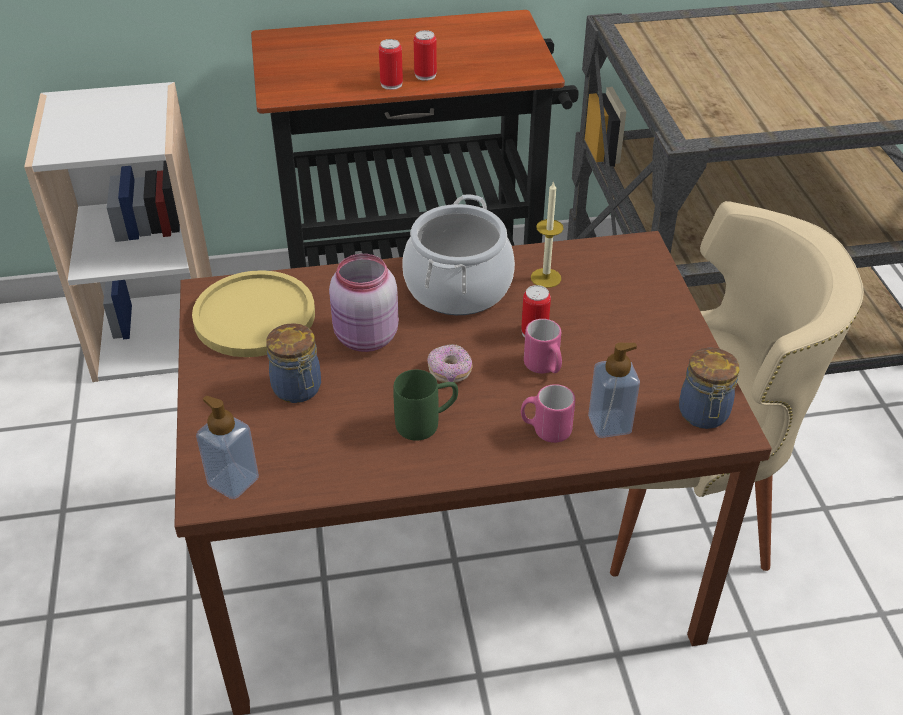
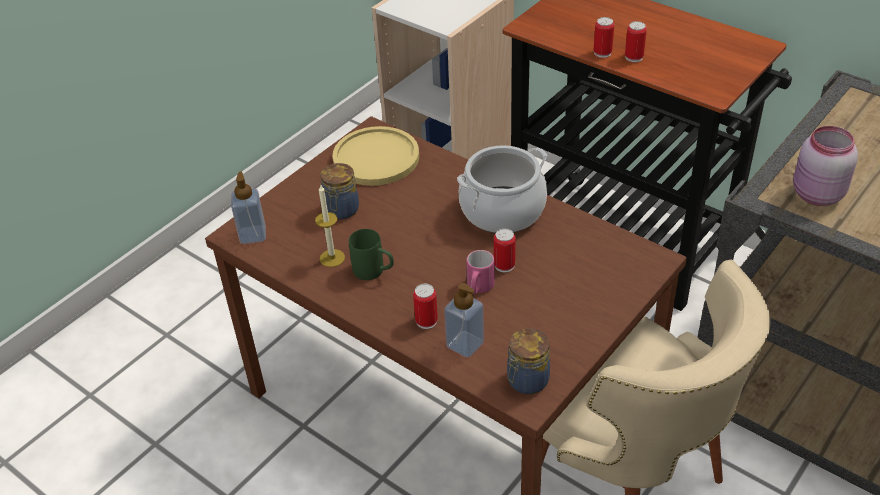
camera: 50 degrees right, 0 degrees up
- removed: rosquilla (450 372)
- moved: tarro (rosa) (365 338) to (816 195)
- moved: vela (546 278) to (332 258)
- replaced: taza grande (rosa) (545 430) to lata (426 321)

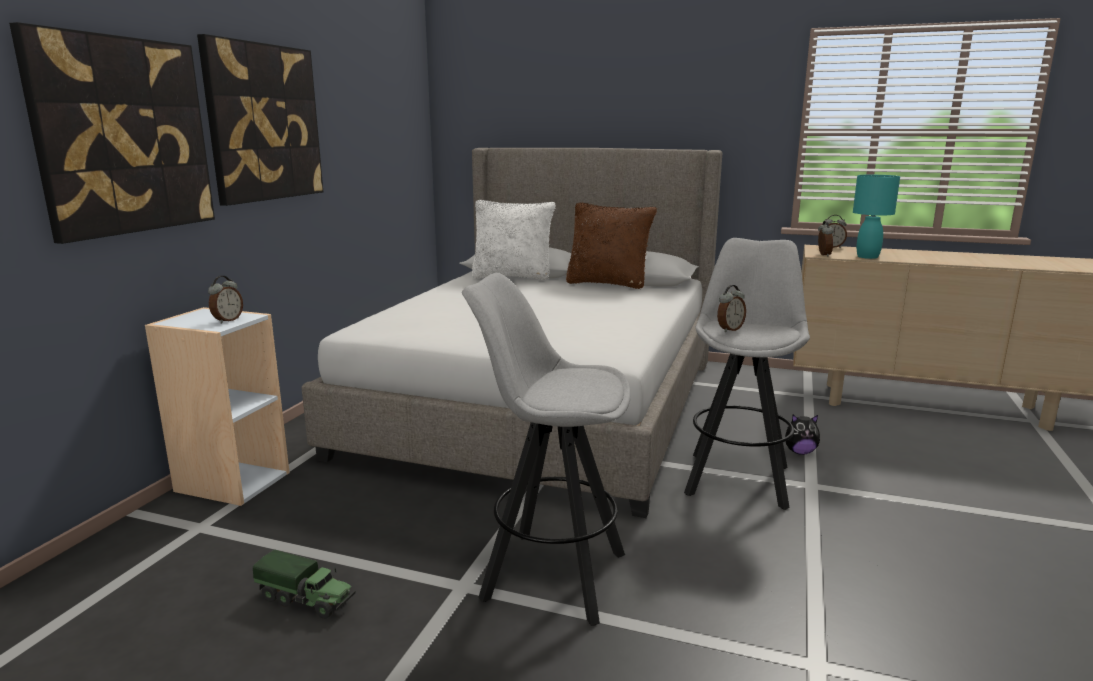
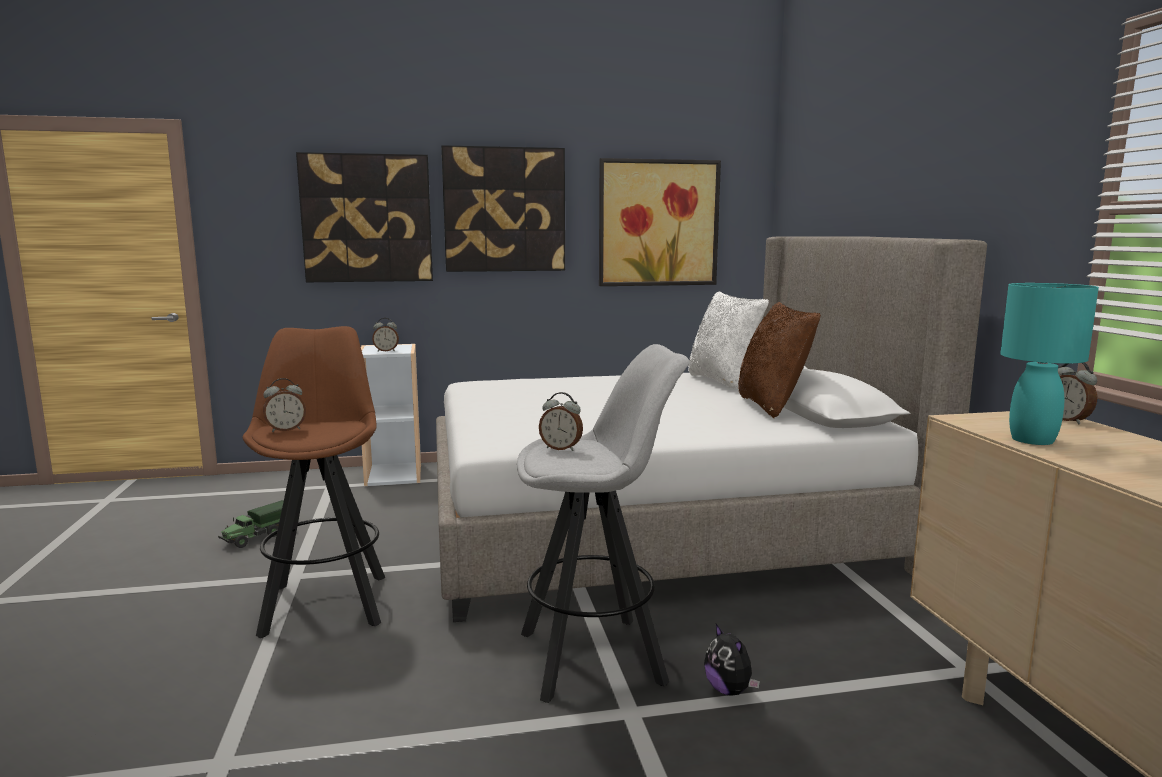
camera: 60 degrees right, 5 degrees down
- added: cuadro (658 223)
- moved: despertador (823 255) to (286 430)
- recoloured: taburete (gris) (550 574) to taburete (marrón) (327 602)
- turned: camión de juguete (306 600) = (258 537) 45 degrees clockwise

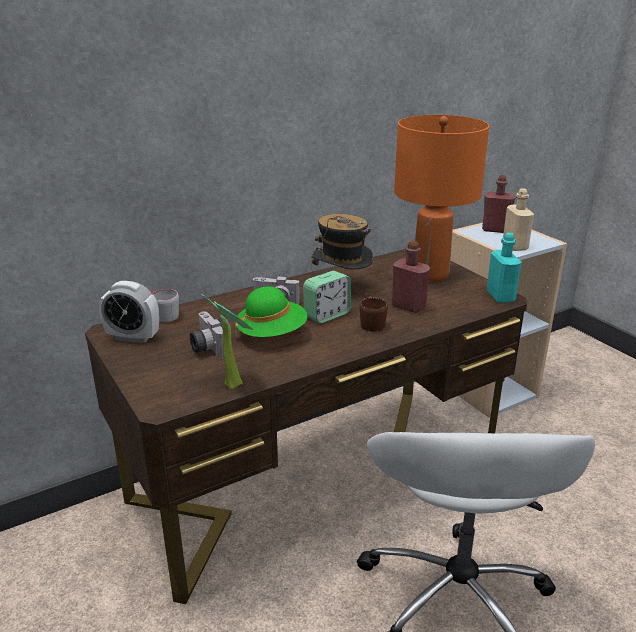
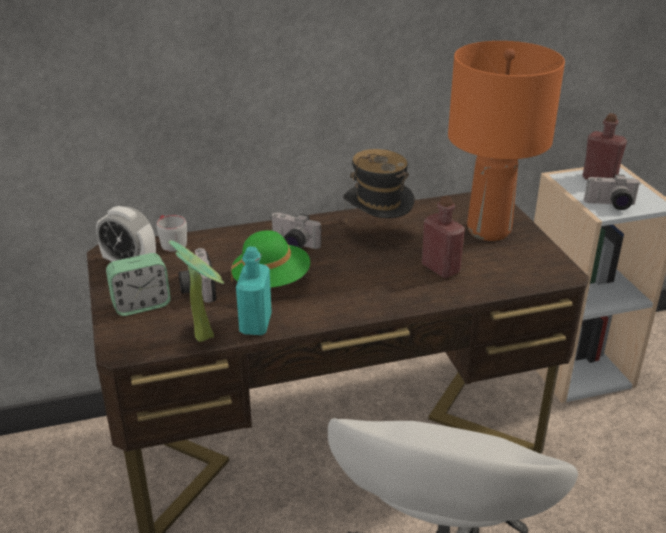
camera: 15 degrees right, 5 degrees up
- removed: taza grande (marrón) (371 323)
- moved: despertador (327 315) to (141 305)
- moved: botella (turquesa) (500 296) to (255 324)
- replaced: botella (beis) (515 246) to cámara (610 205)

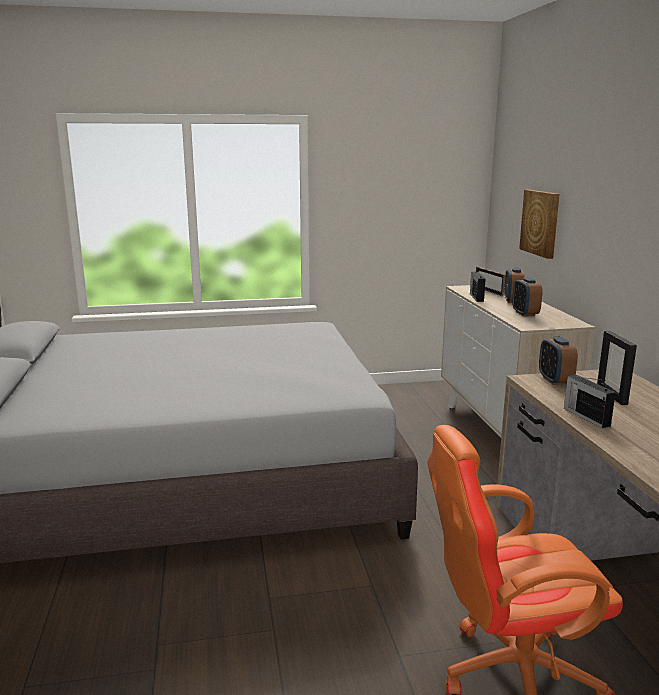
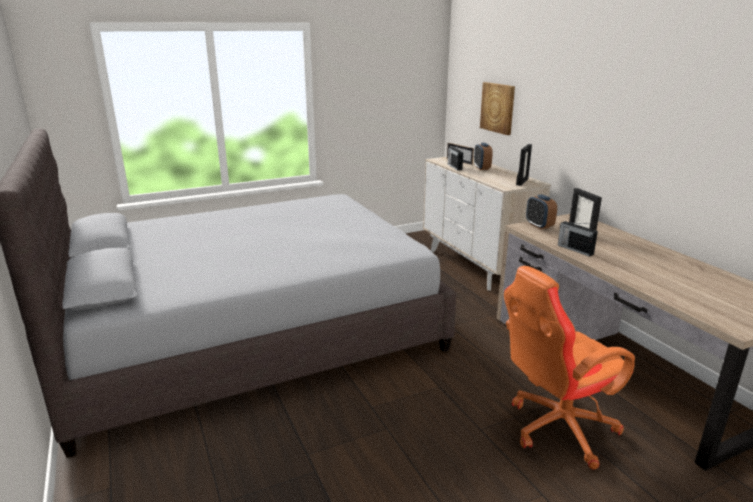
camera: 15 degrees left, 5 degrees up
- removed: despertador (525 313)
- added: portarretratos (522 182)

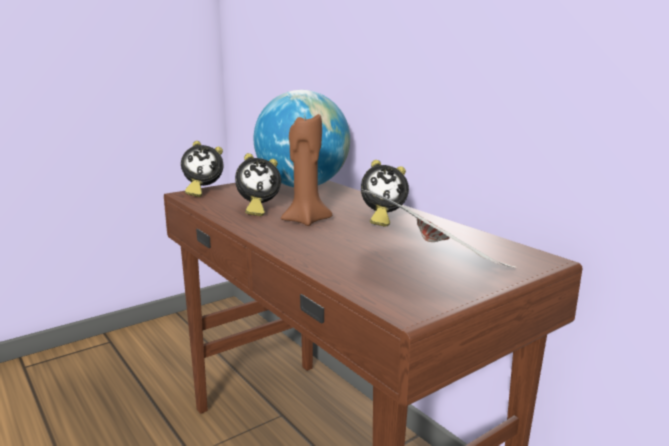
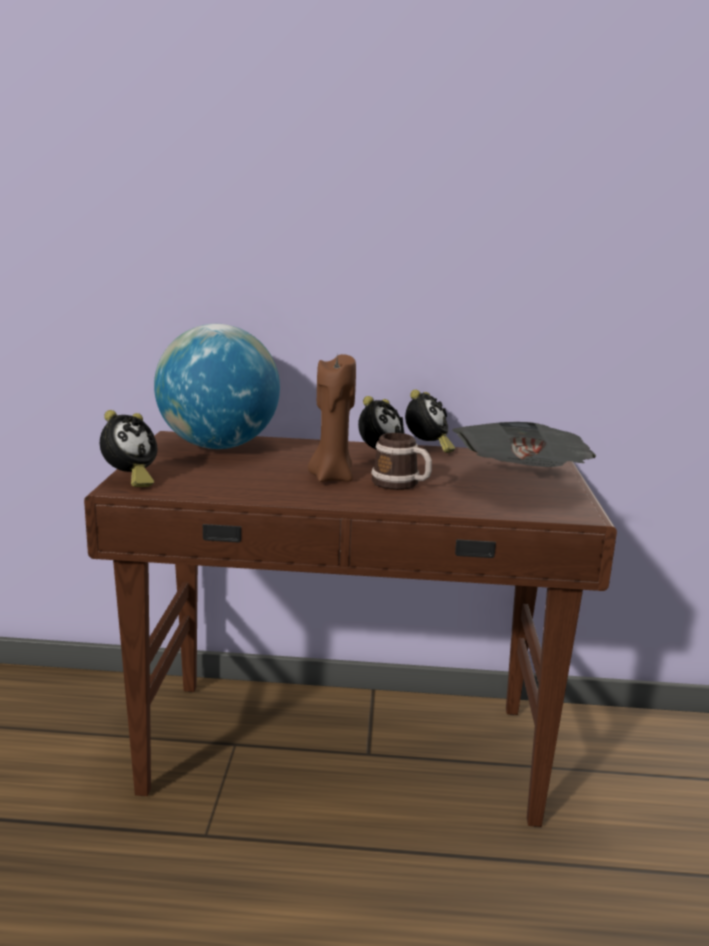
camera: 50 degrees left, 0 degrees up
- added: taza grande (401 484)
- moved: despertador (257 209) to (427 448)

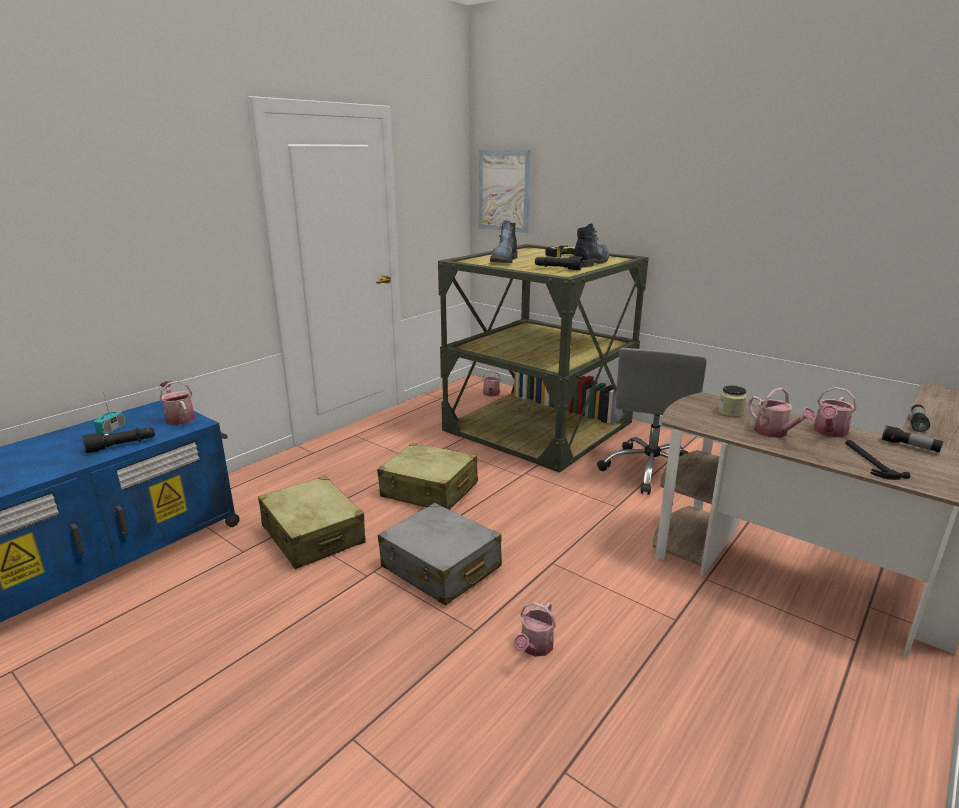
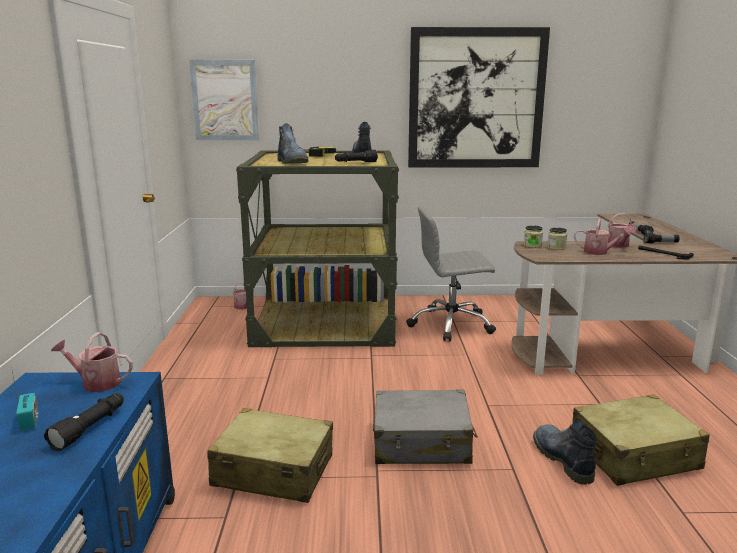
camera: 40 degrees left, 5 degrees down
- added: cuadro (476 99)
- added: tarro (532 245)
- moved: maleta (beis) (429 490) to (634 455)
- replaced: regadera (534 647) to bota (561 458)
- turned: silla de oficina (gris) (650 470) = (450 325) 105 degrees clockwise

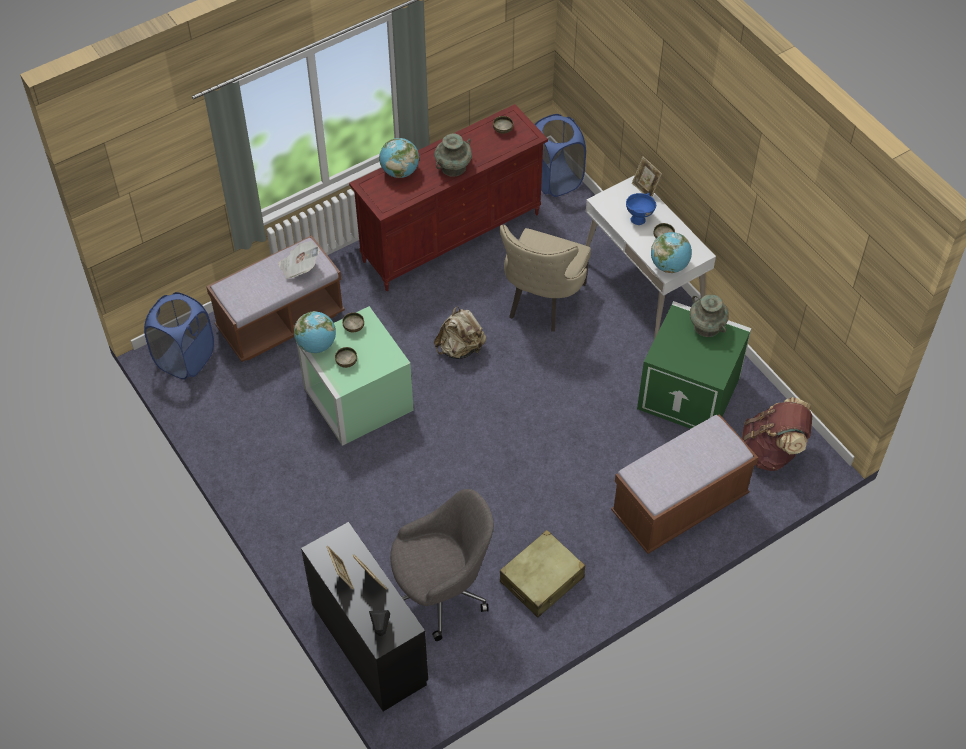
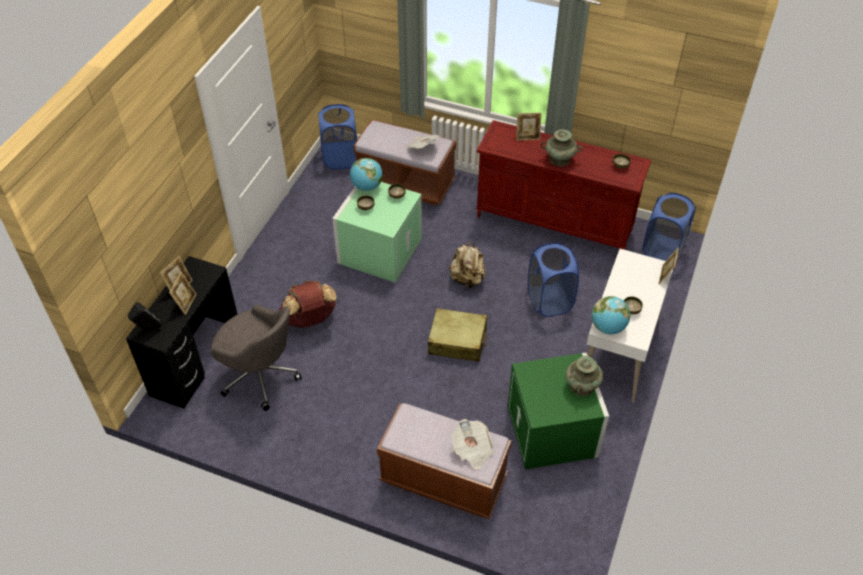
camera: 55 degrees right, 5 degrees down
- removed: cuenco (azul) (639 218)
- added: periódico (472 450)
- moved: maleta (beis) (542 580) to (457 341)
- moved: mochila (marrón) (772 451) to (310 319)
- replaced: globo terráqueo (400 171) to portarretratos (527 137)
- replaced: silla (beis) (542 301) to cesto de la ropa (azul) (549 300)

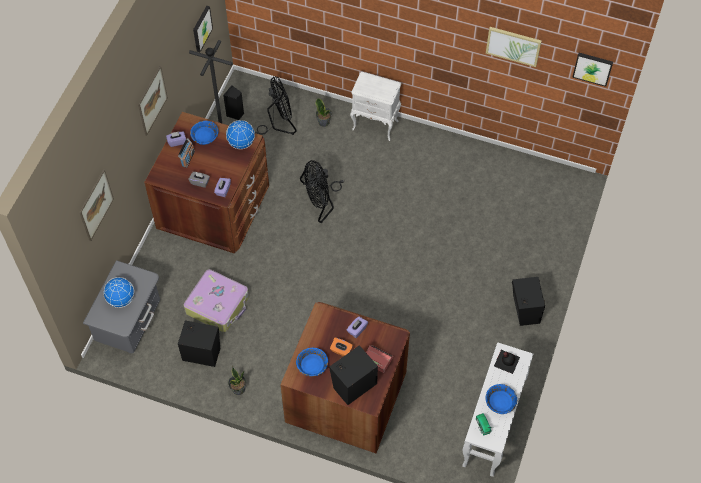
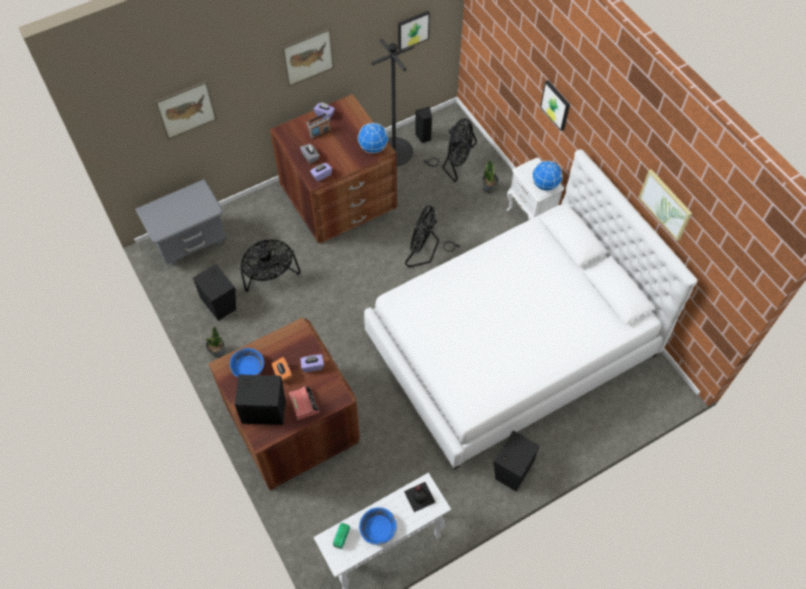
camera: 40 degrees right, 0 degrees up
- removed: cuenco (azul) (205 136)
- added: cama (blanco) (512 344)
- moved: globo terráqueo (121 299) to (545 185)
- moved: cuadro (593 68) to (556 105)
- replaced: maleta (218 305) to ventilador (negro) (267 274)

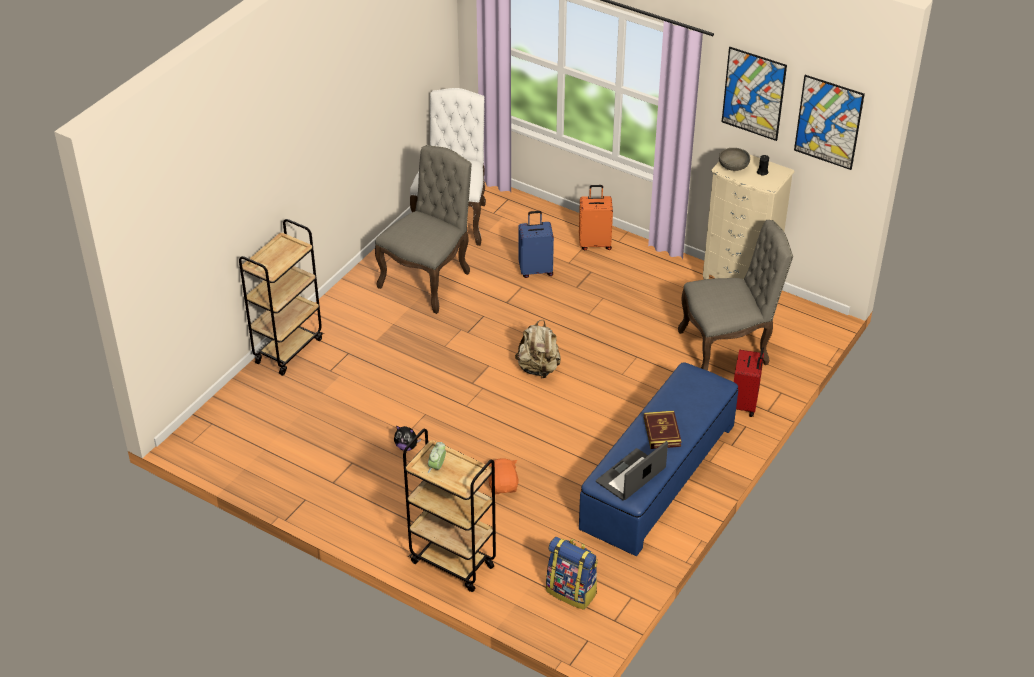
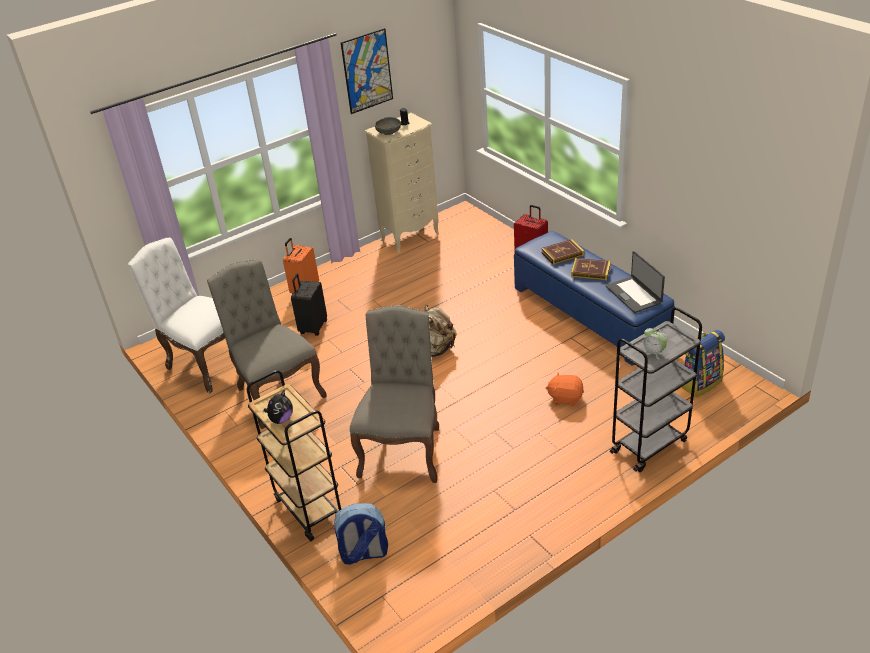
camera: 65 degrees left, 5 degrees down
- removed: cuadro (828 122)
- added: mochila (363 554)
- added: libro (562 254)
- moved: peluche (406 447) to (281 419)
- moved: silla (gris) (726 350) to (404 451)
- recoloured: carrito (marrón) (451 565) to carrito (gris) (649 447)
- recoloured: maleta (azul) (536 270) to maleta (negro) (312 328)

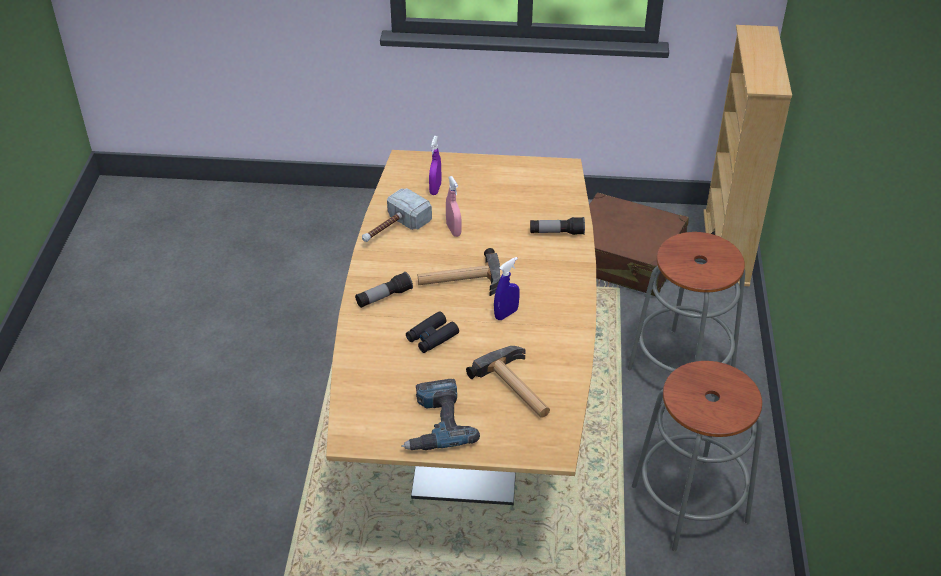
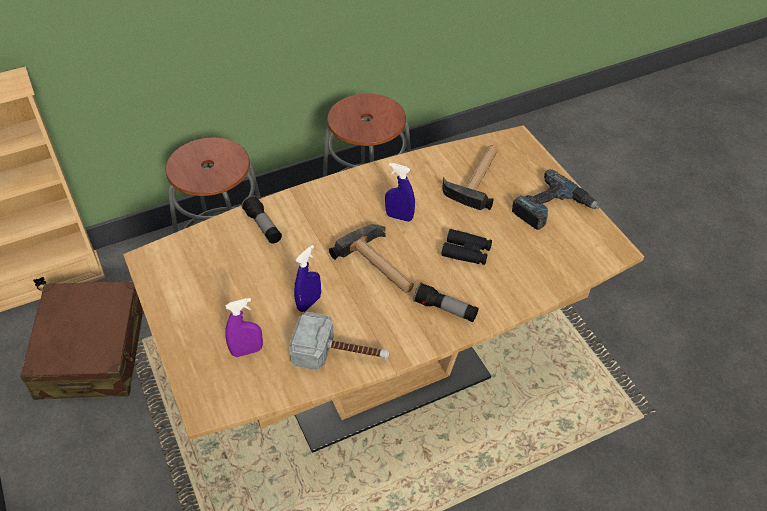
camera: 120 degrees left, 5 degrees up
- recoloured: pulverizador (rosa) (453 230) to pulverizador (azul) (309 303)

